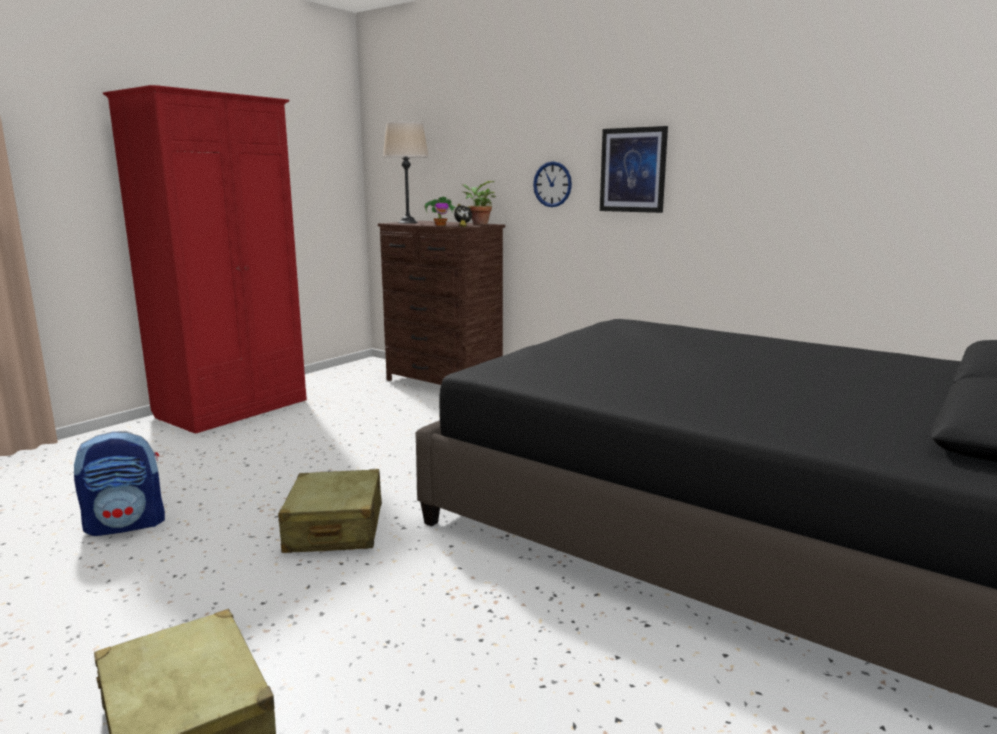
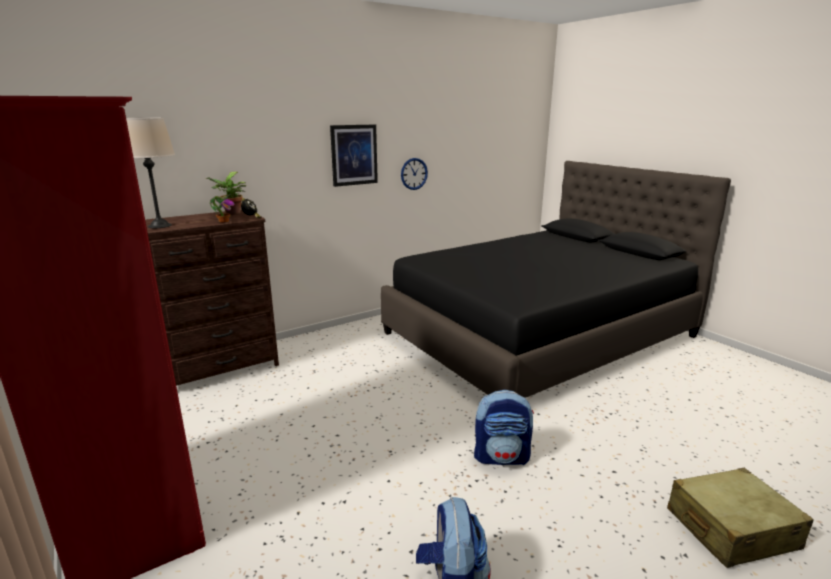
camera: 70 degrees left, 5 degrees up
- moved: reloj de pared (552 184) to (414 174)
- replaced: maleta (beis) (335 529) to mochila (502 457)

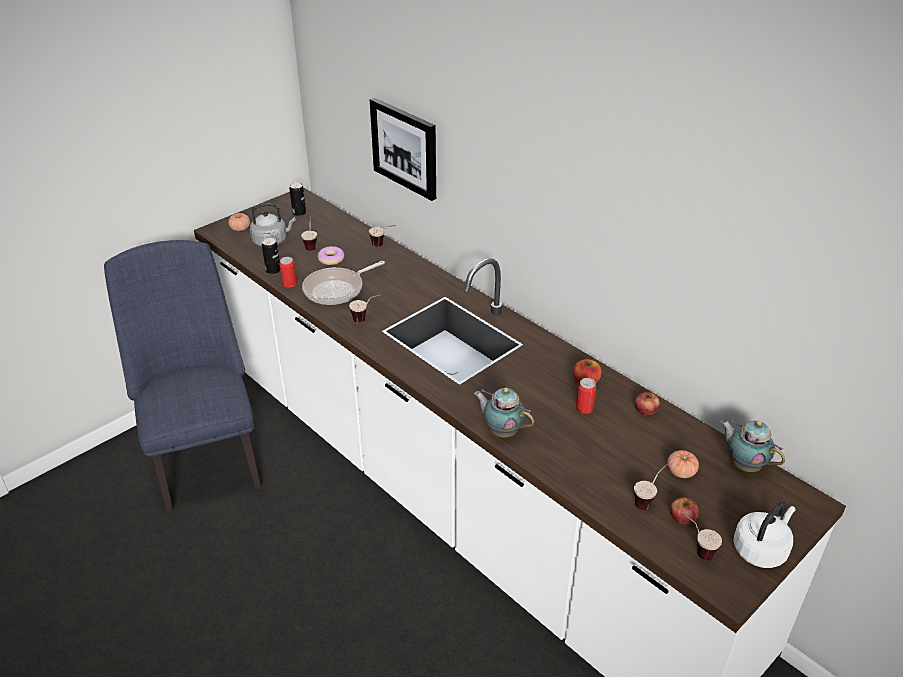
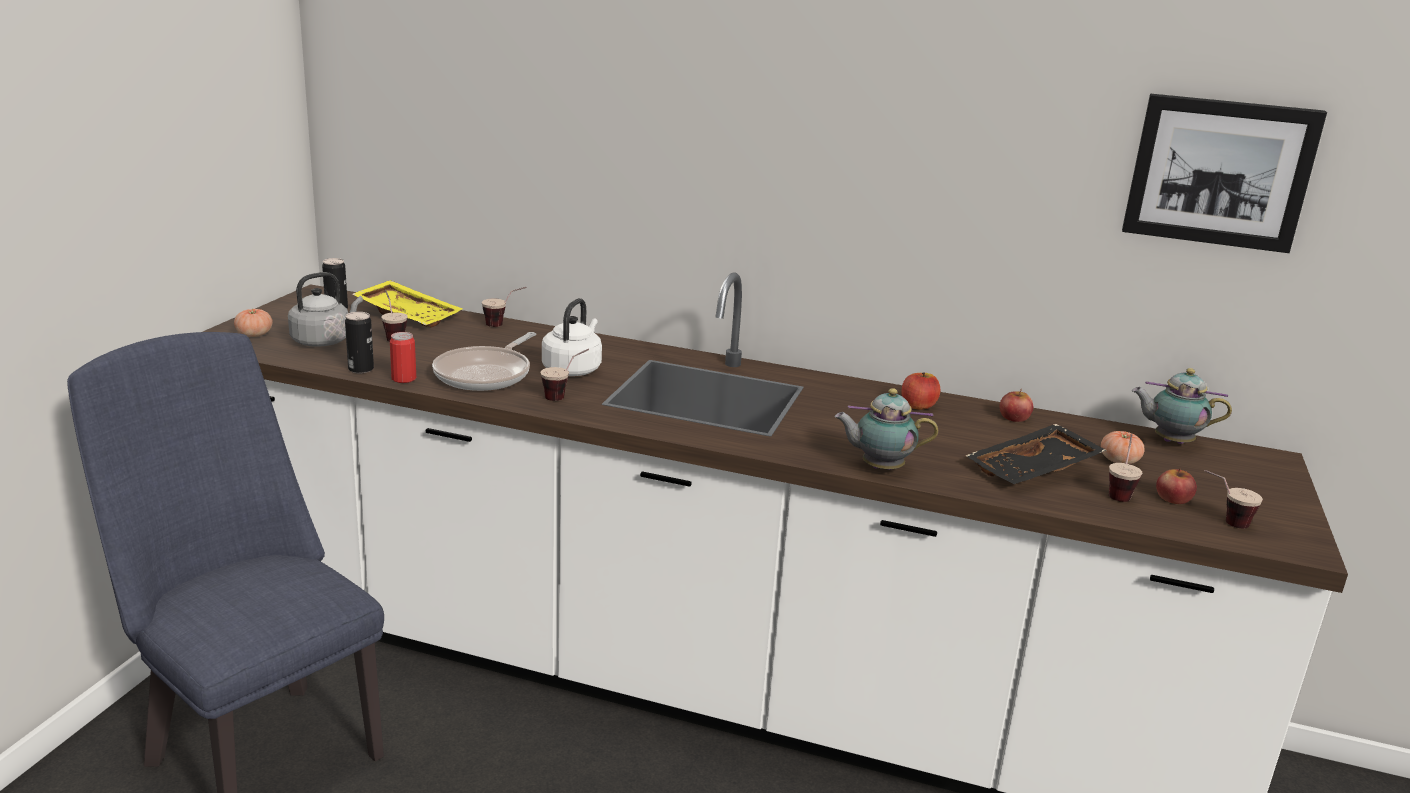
camera: 30 degrees left, 15 degrees down
- removed: rosquilla (331 259)
- removed: lata (584 408)
- added: bandeja (amarillo) (409 315)
- added: bandeja (negro) (1034 470)
- moved: cuadro (405 148) to (1219 172)
- moved: hervidor (blanco) (761 549) to (573 369)

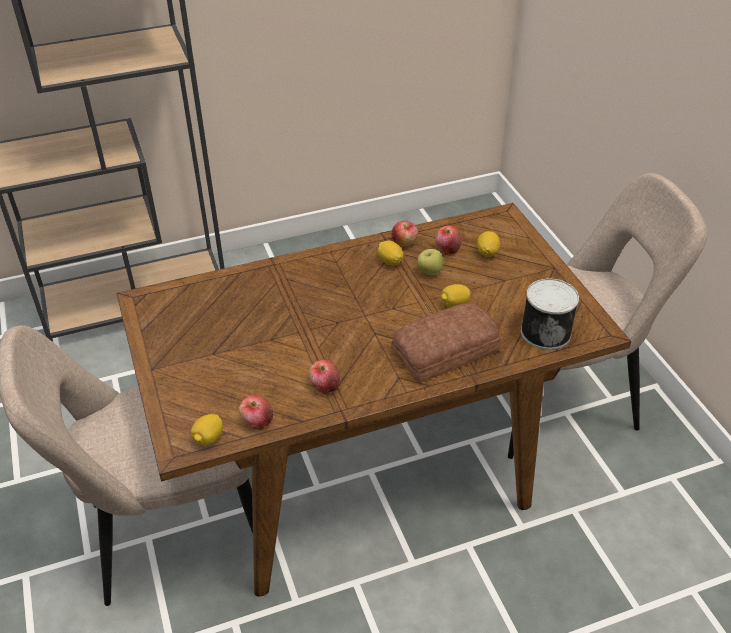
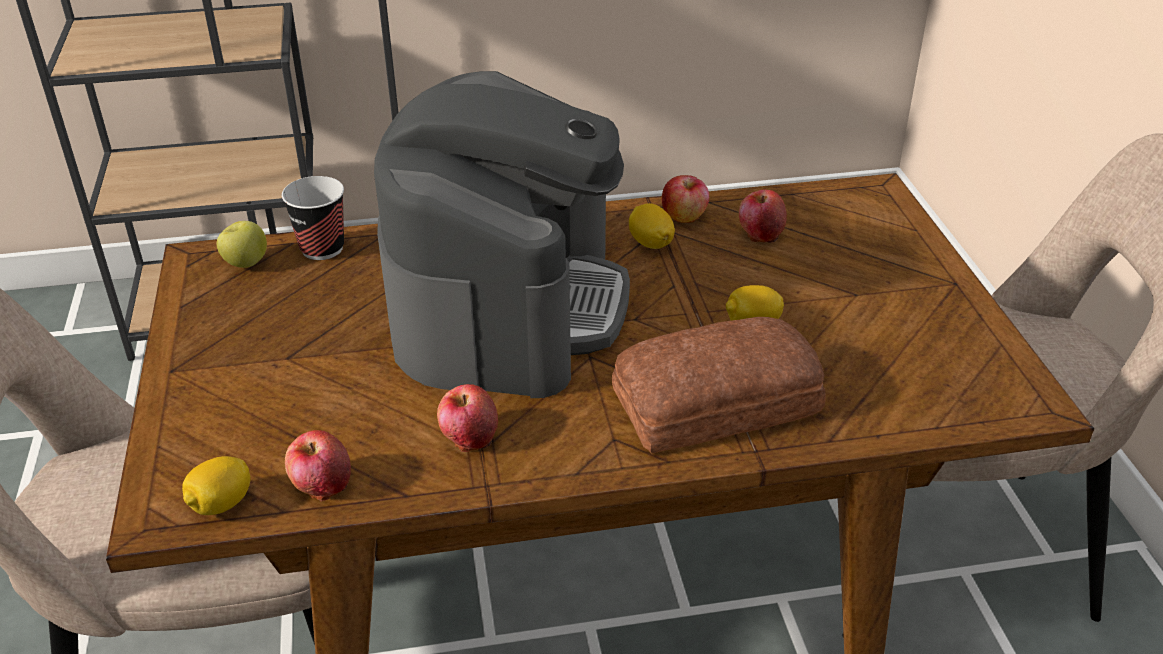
camera: 10 degrees right, 5 degrees down
- removed: limón (487 252)
- removed: lata (546 331)
- added: taza (322 248)
- added: cafetera (508 305)
- moved: manzana (429 271) to (246 263)

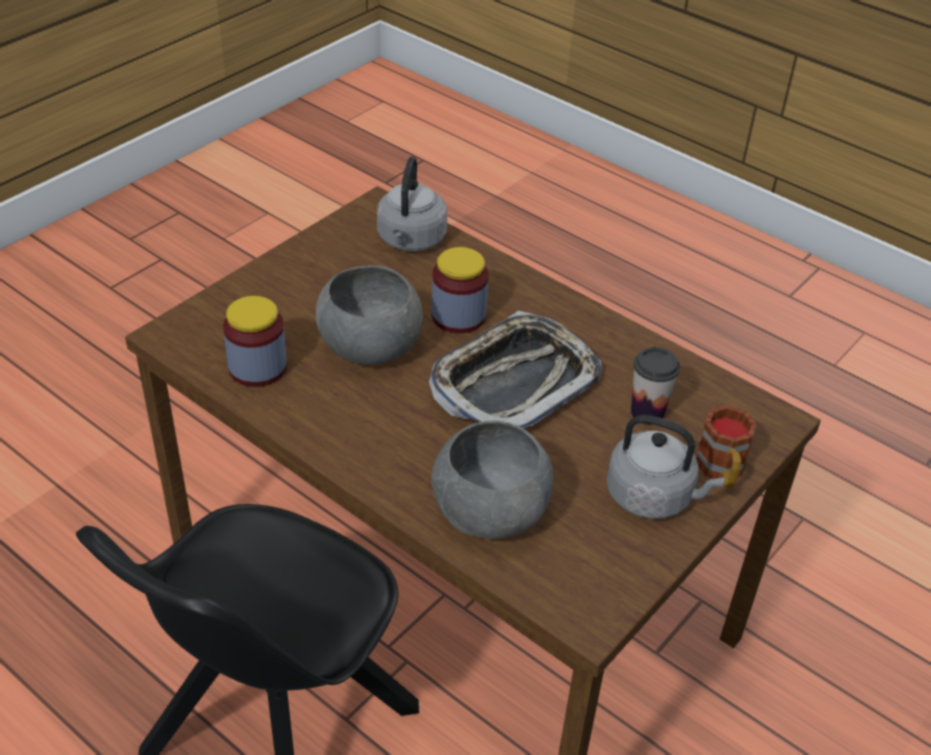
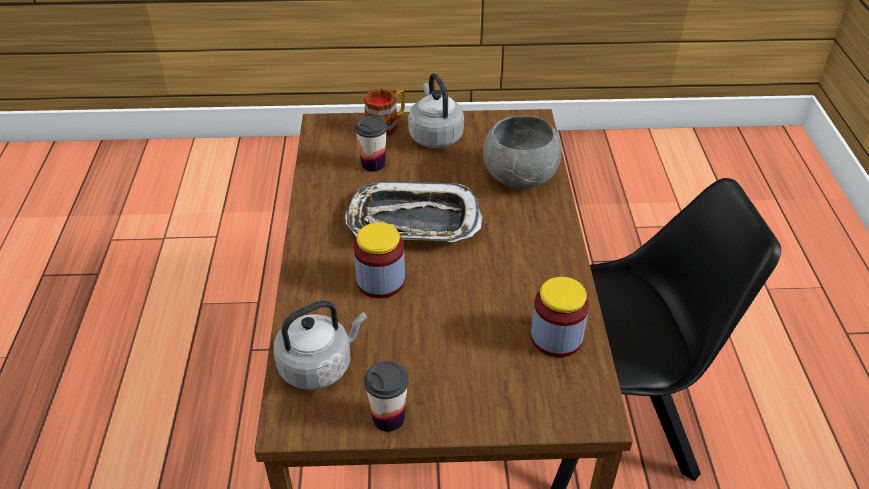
camera: 130 degrees left, 0 degrees up
- removed: cuenco (gris) (369 346)
- added: taza (388 418)

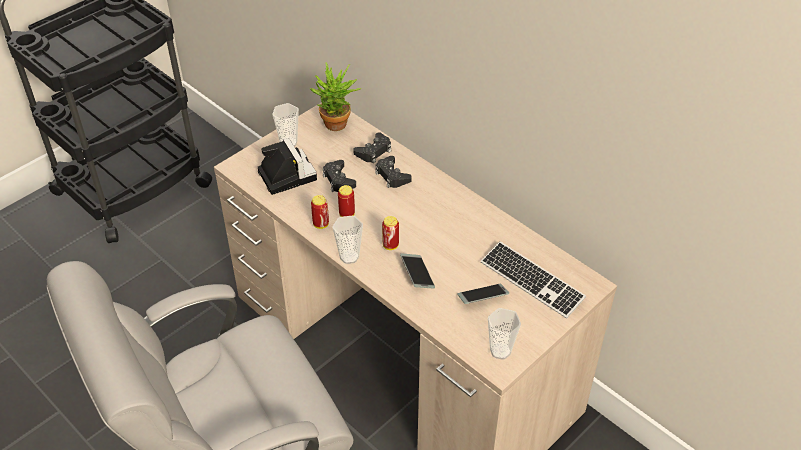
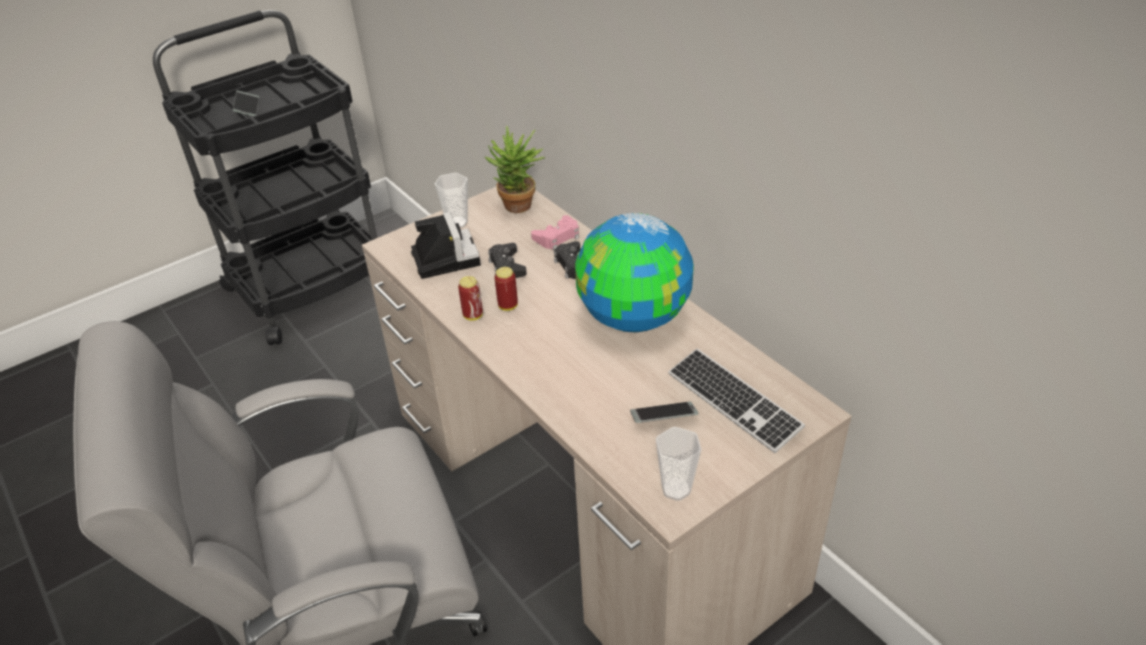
camera: 10 degrees right, 5 degrees down
- removed: taza (349 257)
- removed: lata (390 245)
- added: globo terráqueo (634 318)
- moved: móvil (417 274) to (247 108)
- recoloured: mando de consola (negro) (374 151) to mando de consola (rosa) (557 237)

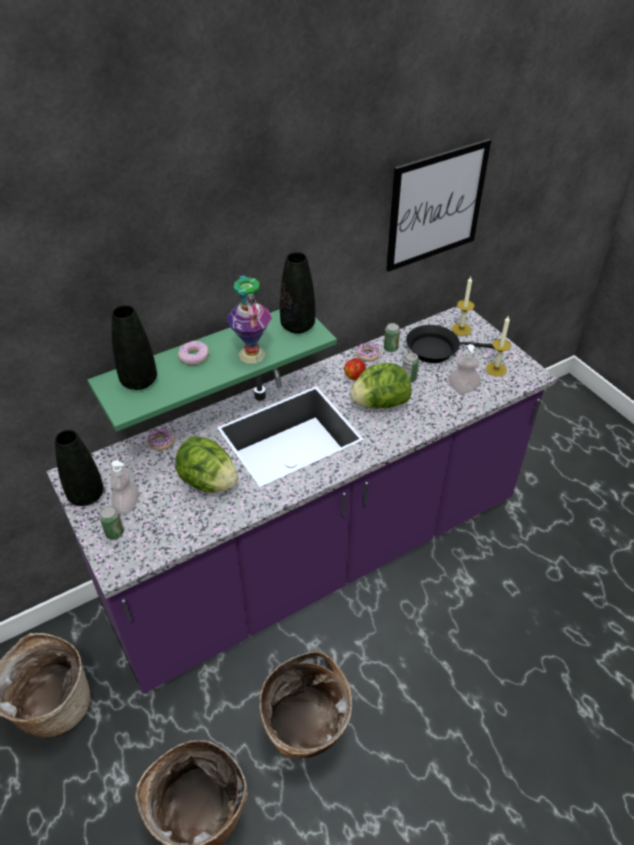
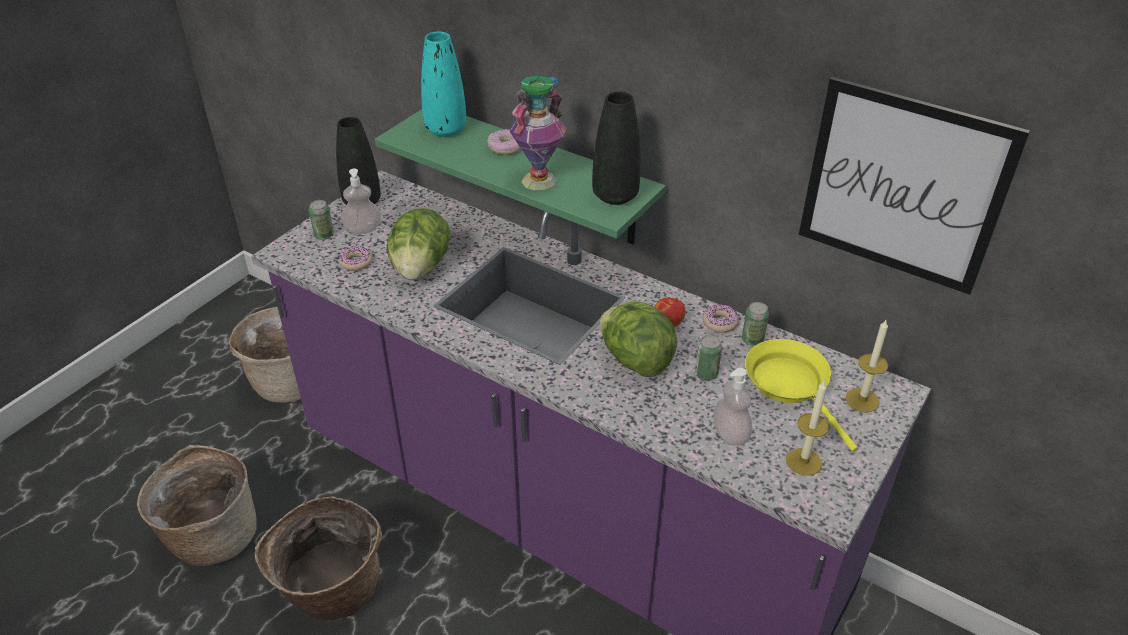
camera: 65 degrees right, 5 degrees down
- moved: rosquilla (161 442) to (356 262)
- recoloured: florero (negro) (139 381) to florero (turquesa) (445 129)
- recoloured: sartén (negro) (437 349) to sartén (amarillo) (791 386)

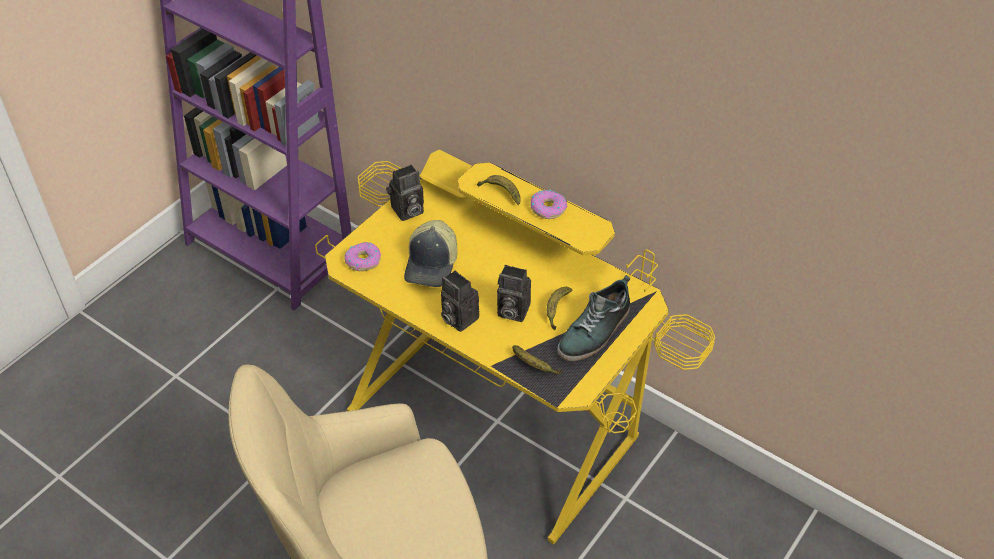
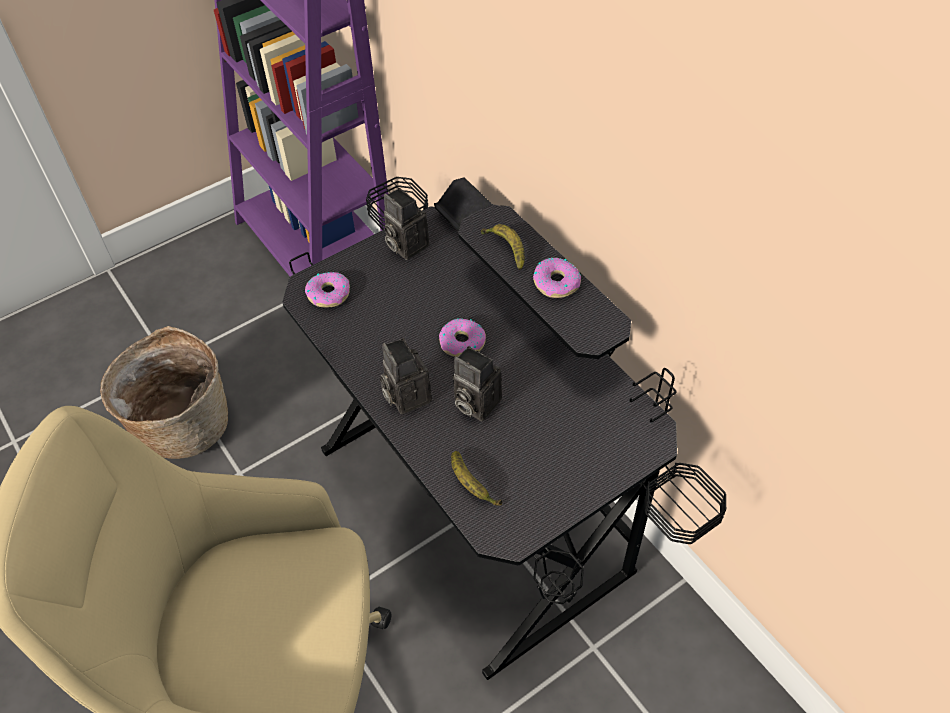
camera: 20 degrees right, 5 degrees up
- removed: gorra (432 264)
- removed: plátano (557 310)
- removed: zapato (595 331)
- added: cesta (182 423)
- added: rosquilla (462 343)
- recoloured: escritorio (amarillo) (497 418) to escritorio (negro) (481 504)
- turned: cámara (407 212) = (405 245) 60 degrees clockwise

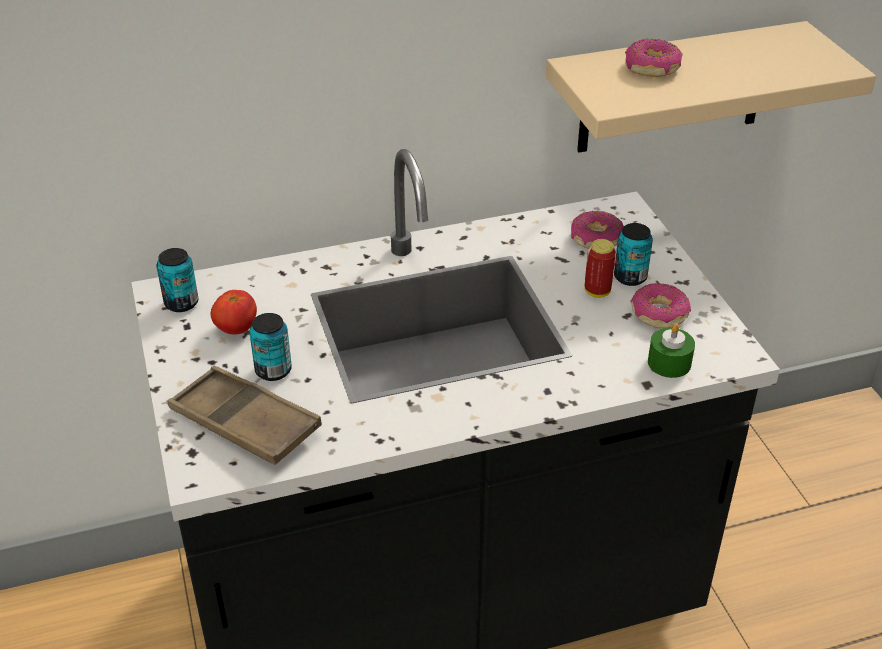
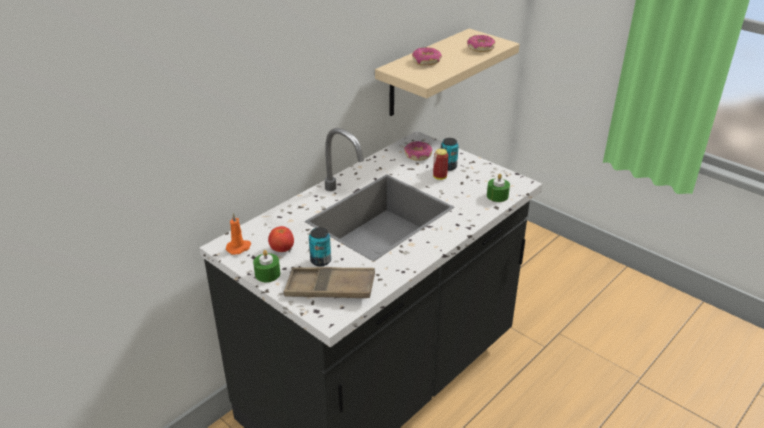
camera: 30 degrees left, 5 degrees down
- added: vela (verde) (267 274)
- moved: rosquilla (659 314) to (480 48)
- replaced: lata (181 303) to vela (naranja) (239 247)

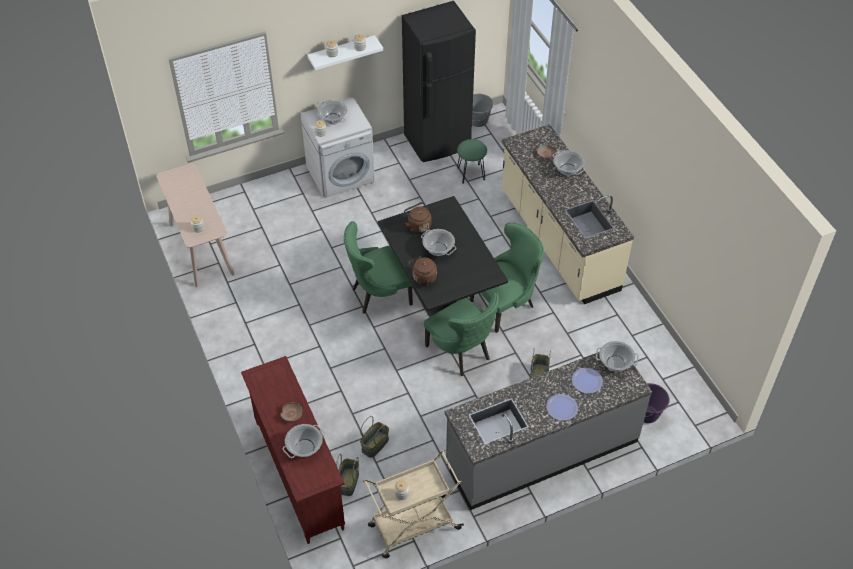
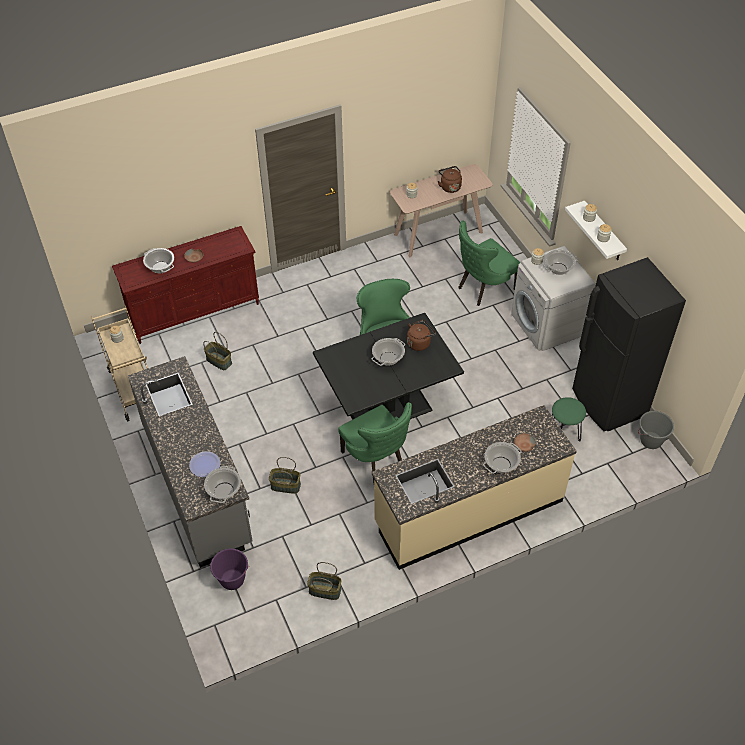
camera: 90 degrees right, 0 degrees up
- removed: plato (561 408)
- moved: cesta (348 482) to (324 591)
- moved: hervidor (marrón) (423 278) to (449 186)
- moved: silla (verde) (461 352) to (483 288)

